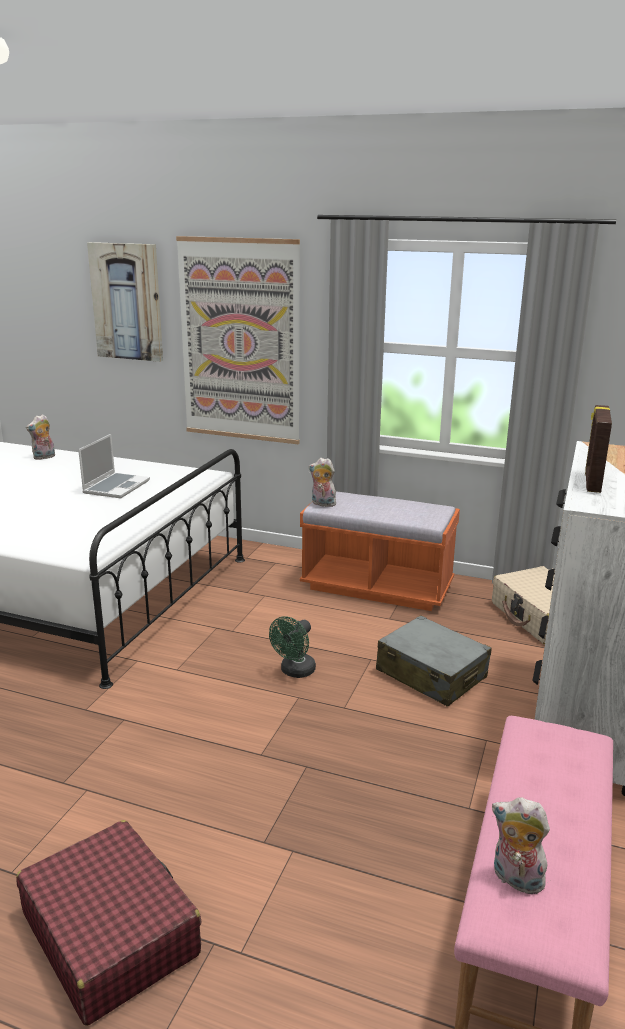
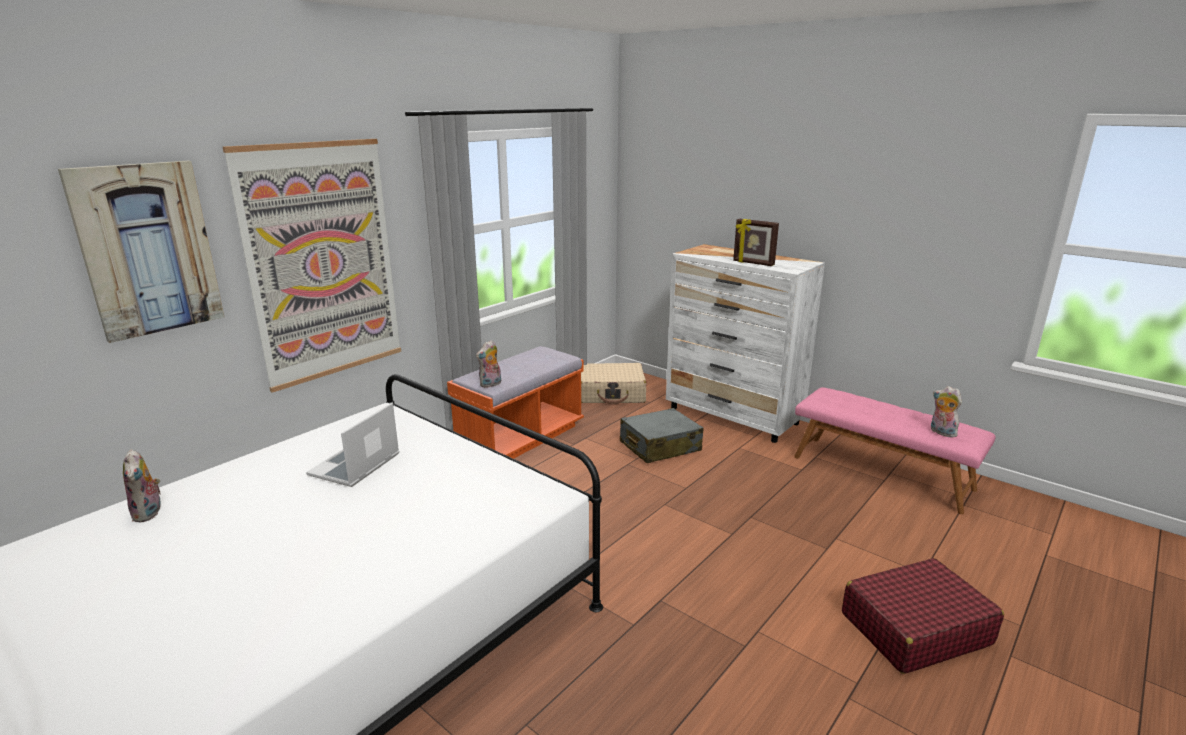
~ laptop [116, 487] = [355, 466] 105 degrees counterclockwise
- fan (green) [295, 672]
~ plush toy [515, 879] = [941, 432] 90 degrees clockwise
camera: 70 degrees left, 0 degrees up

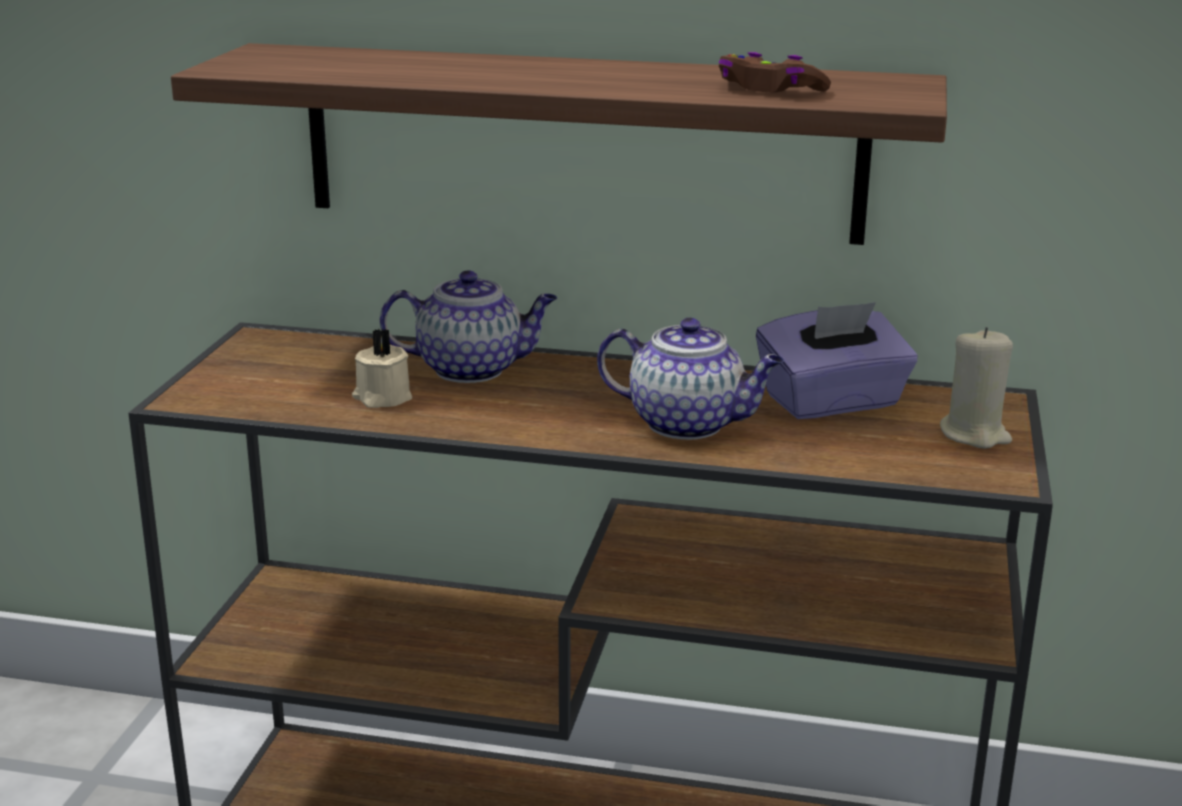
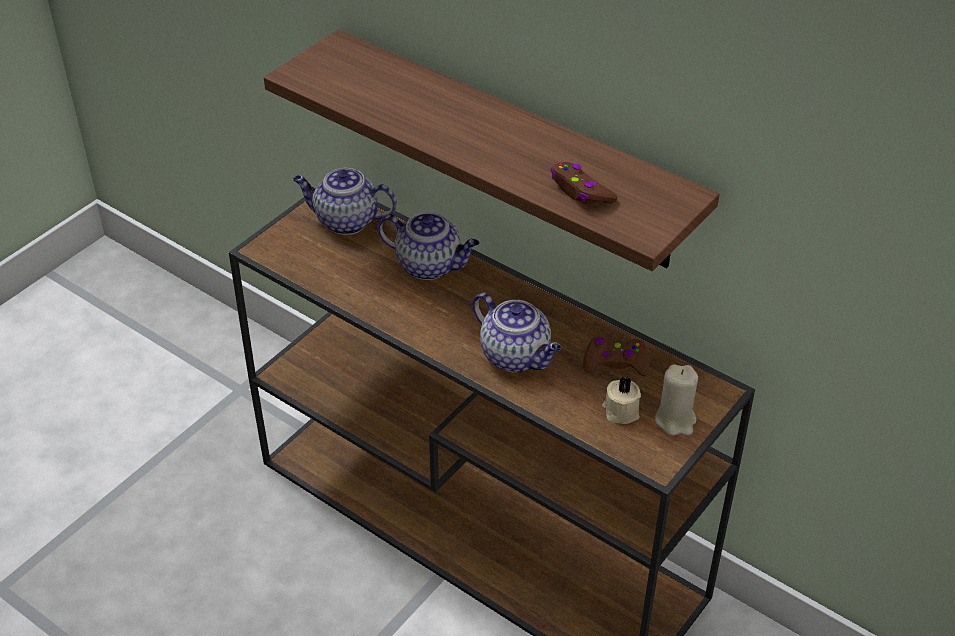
~ candle (beige) [381, 398] to [620, 411]
~ tissue box (purple) [832, 402] to game controller (brown) [615, 363]
+ teapot [345, 221]
camera: 25 degrees right, 20 degrees up

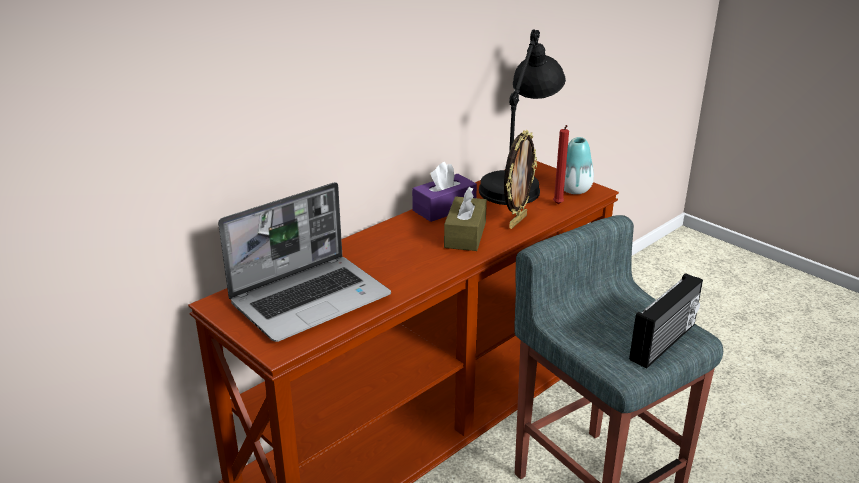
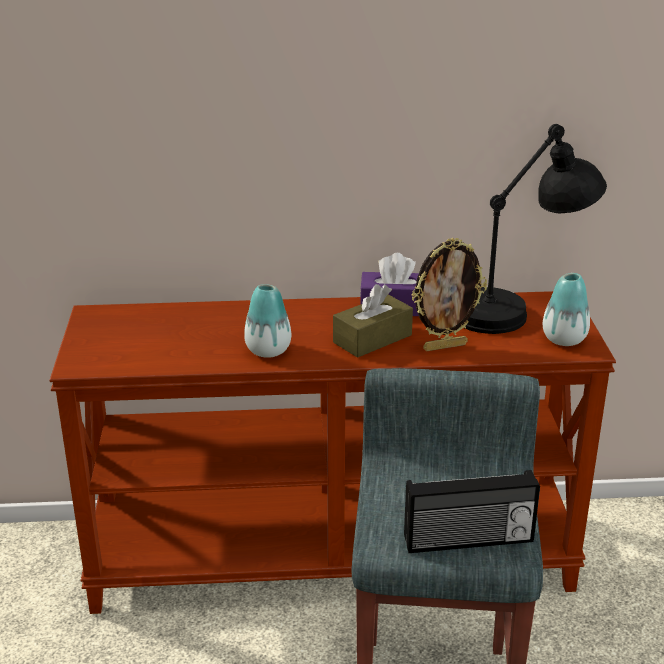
- laptop [311, 299]
- candle (red) [558, 205]
+ vase [268, 350]
camera: 40 degrees right, 0 degrees up

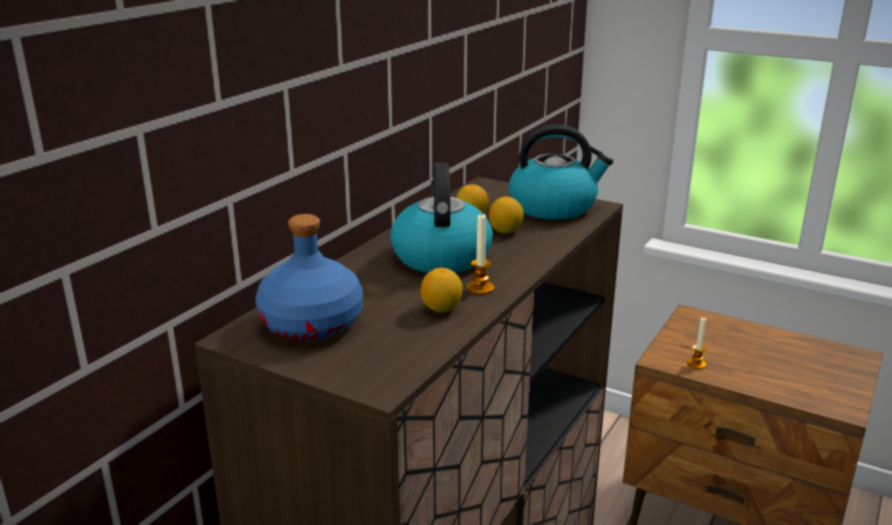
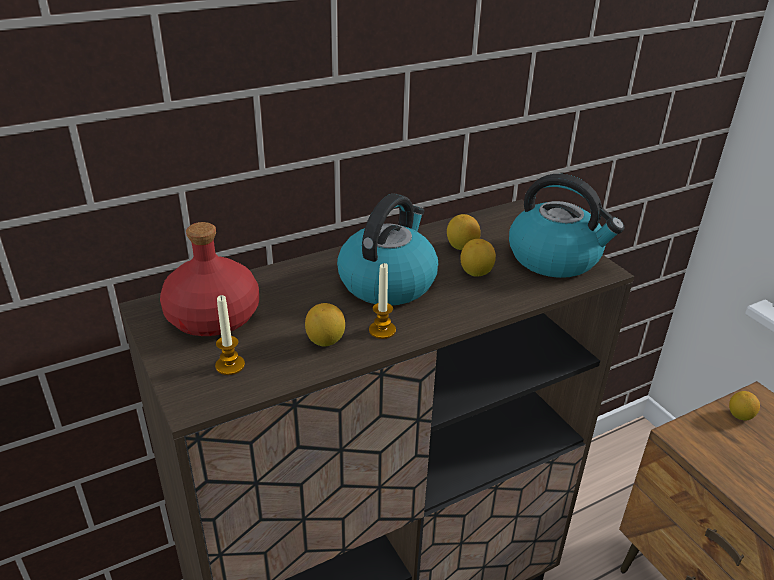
~ bottle (blue) [311, 324] to bottle (red) [212, 317]
~ candle [696, 364] to [230, 365]
+ lemon [740, 416]
camera: 30 degrees right, 10 degrees up

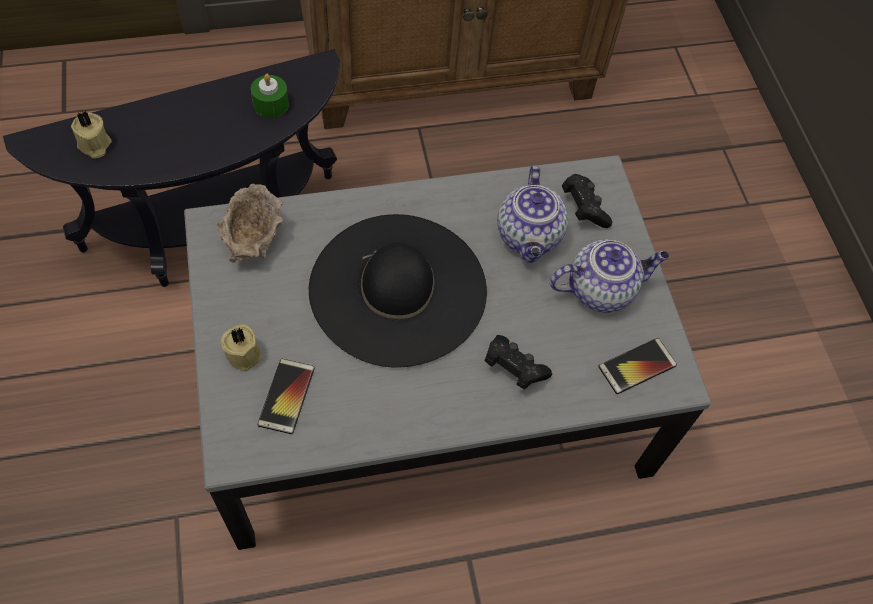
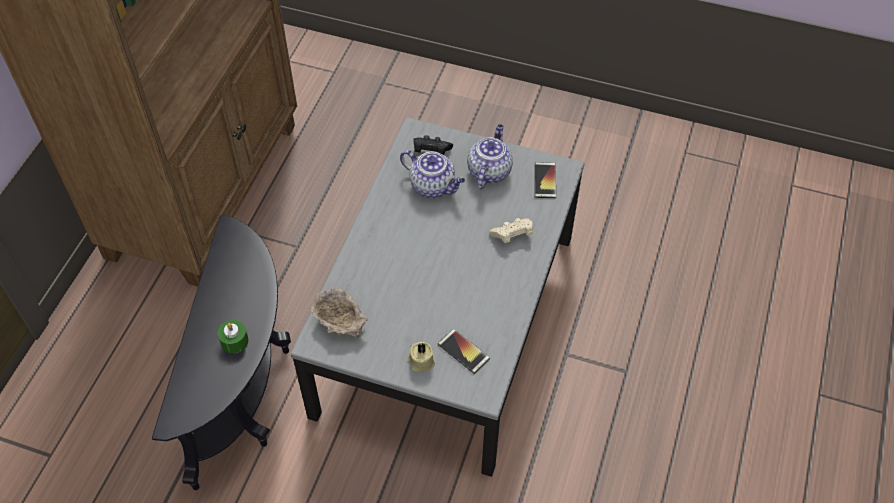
- candle (beige) [94, 145]
~ candle (green) [271, 104] to [234, 341]
- hat (black) [398, 289]
~ game controller (black) [513, 368] to game controller (beige) [512, 235]
camera: 55 degrees left, 5 degrees down

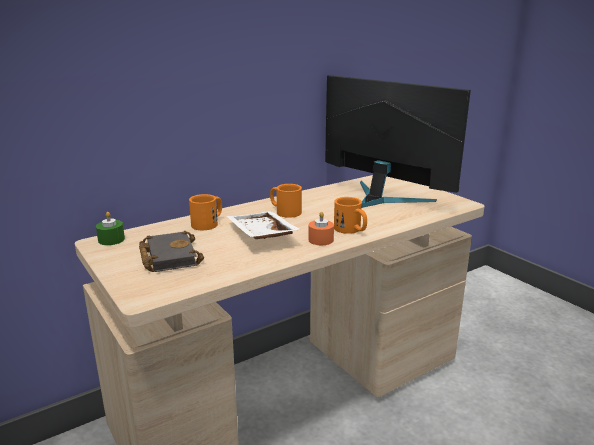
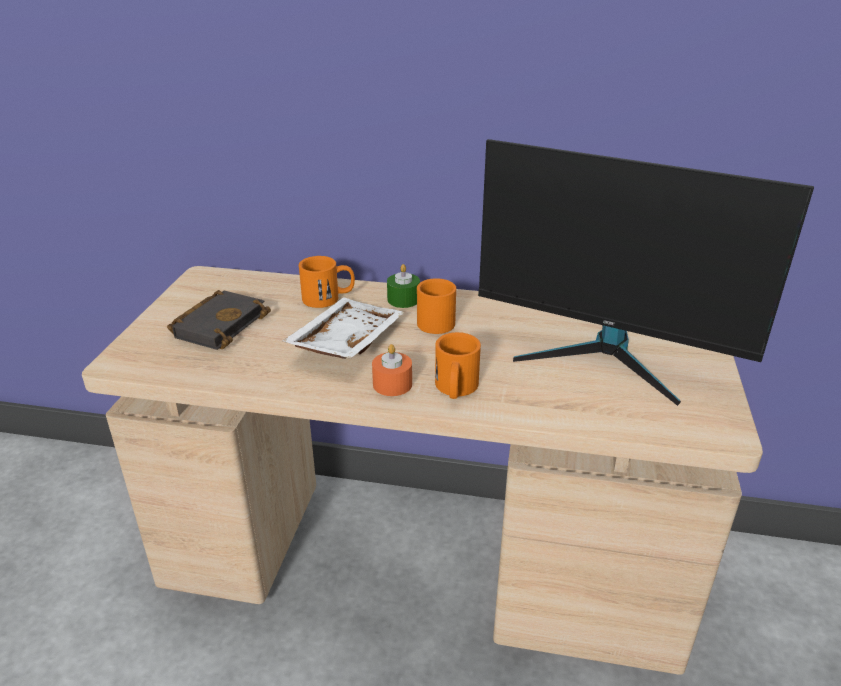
~ candle (green) [111, 240] to [403, 299]
~ monitor [381, 197] = [607, 356] 120 degrees clockwise
camera: 45 degrees right, 10 degrees up

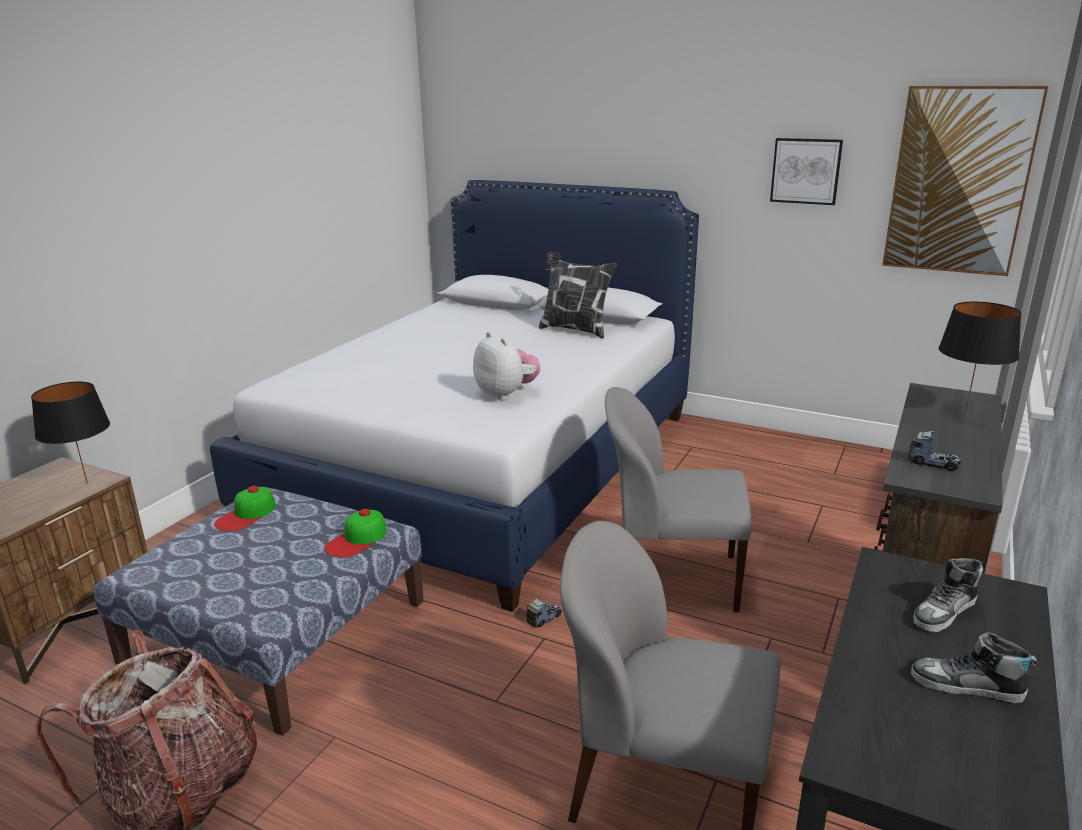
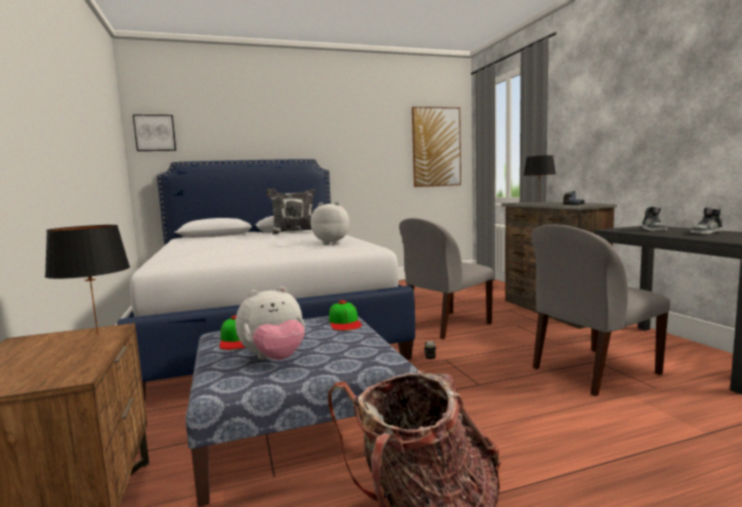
~ picture [806, 171] to [155, 133]
+ plush toy [274, 359]
camera: 45 degrees left, 15 degrees down

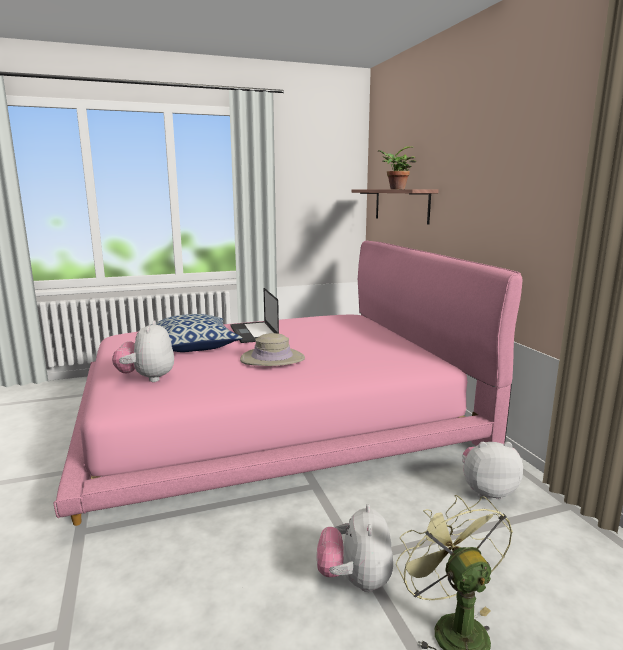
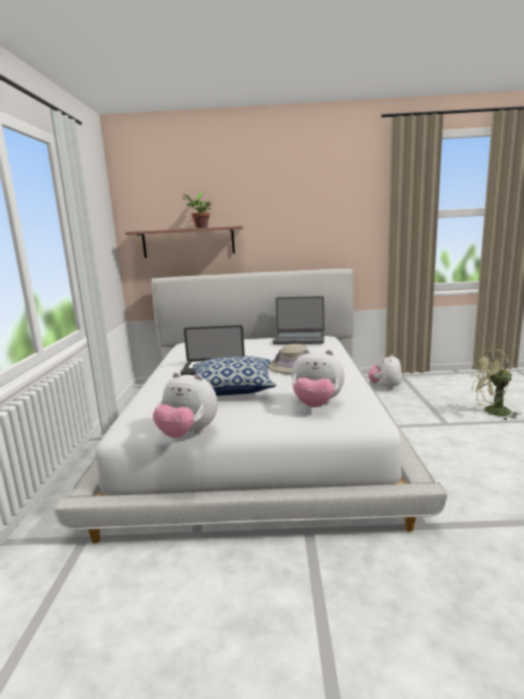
~ bed (pink) [273, 417] to bed (white) [256, 432]
~ plush toy [355, 580] to [188, 434]
+ laptop [299, 339]
camera: 70 degrees left, 0 degrees up

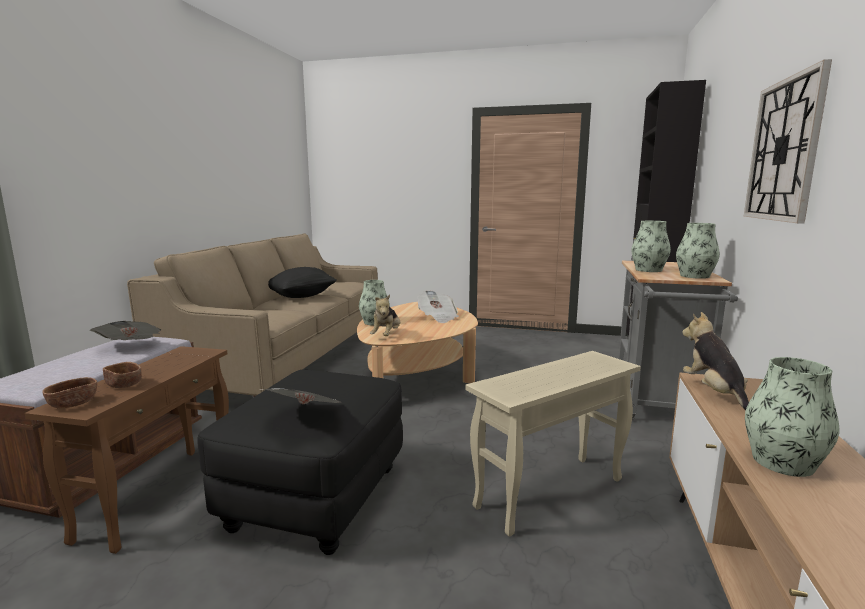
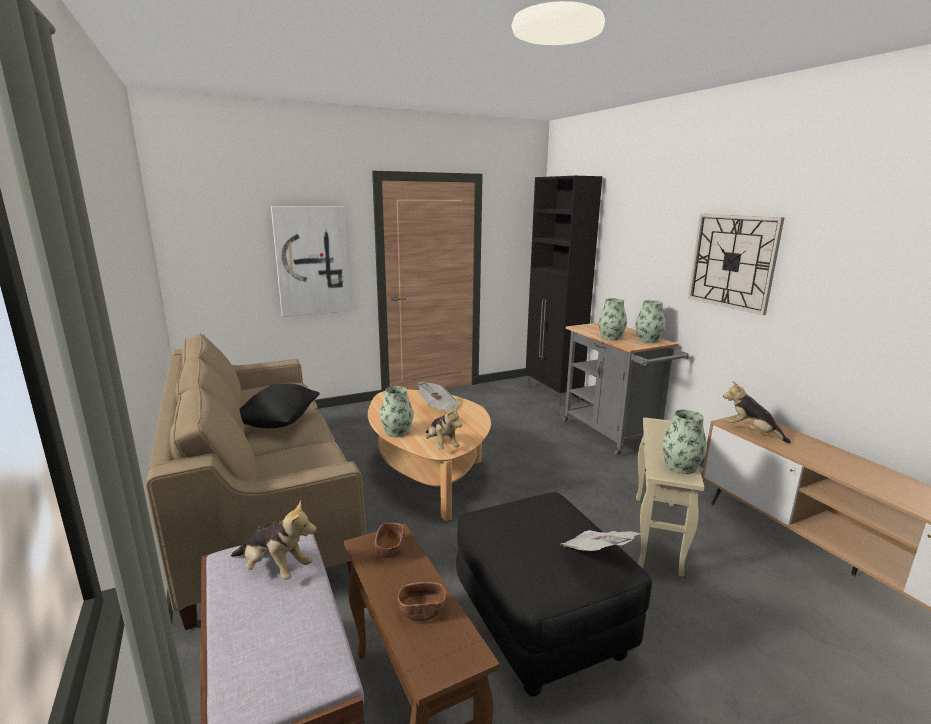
~ bowl (brown) [73, 403] to [390, 550]
~ newspaper [131, 347] to plush toy [275, 568]
~ vase [782, 462] to [680, 466]
+ picture [312, 261]
camera: 40 degrees left, 5 degrees up

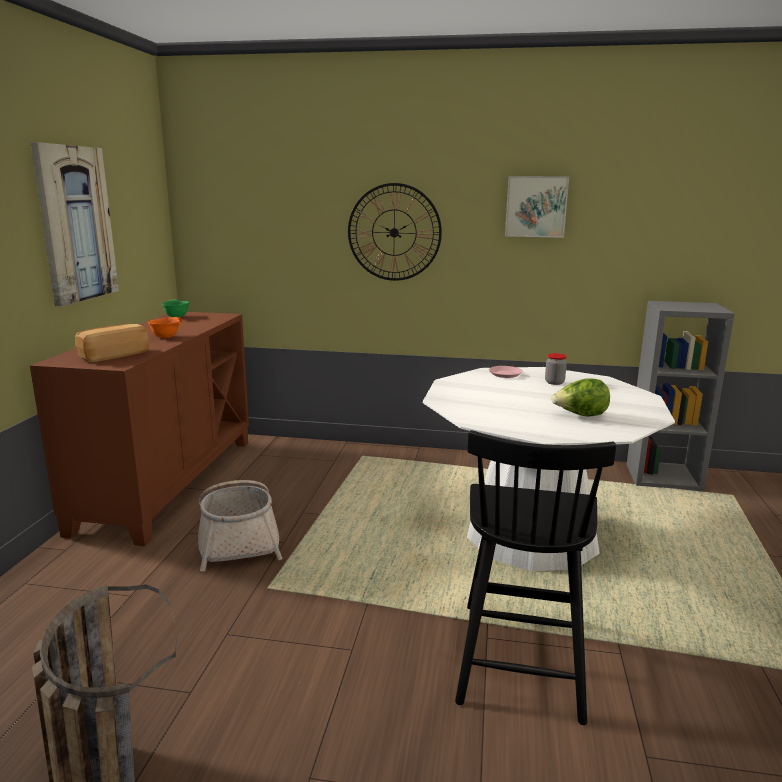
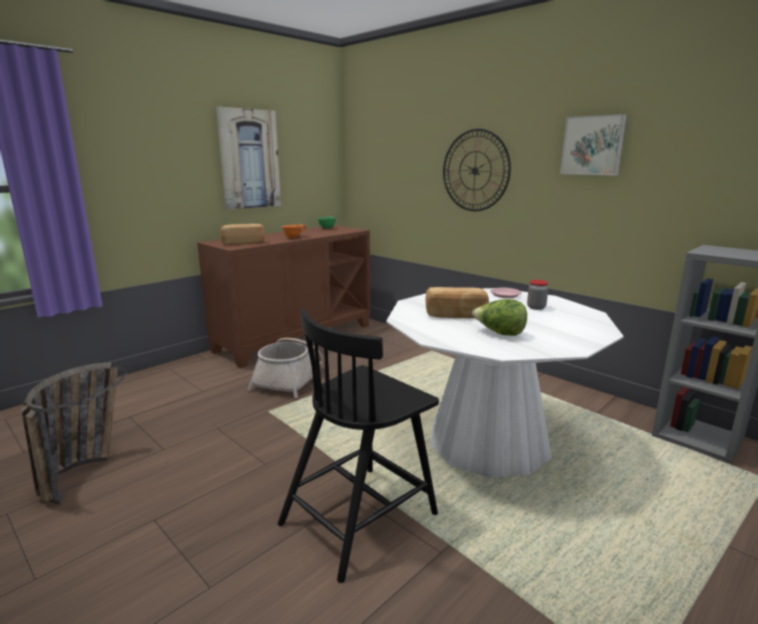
+ bread [456, 315]
camera: 35 degrees right, 0 degrees up

